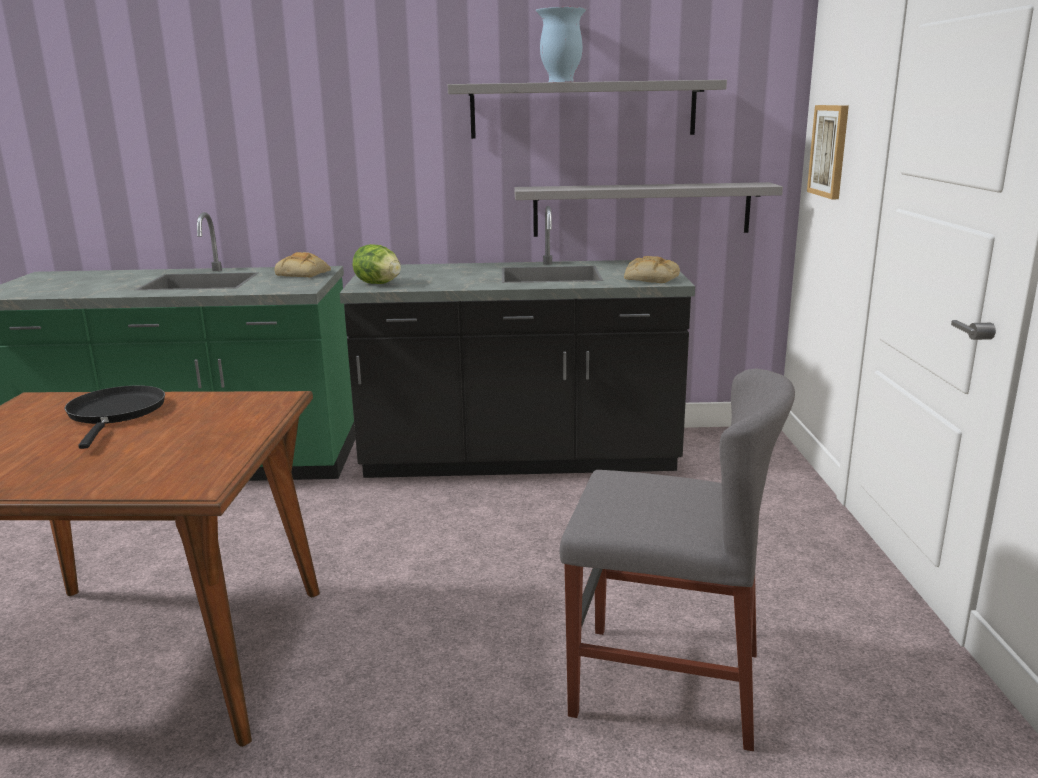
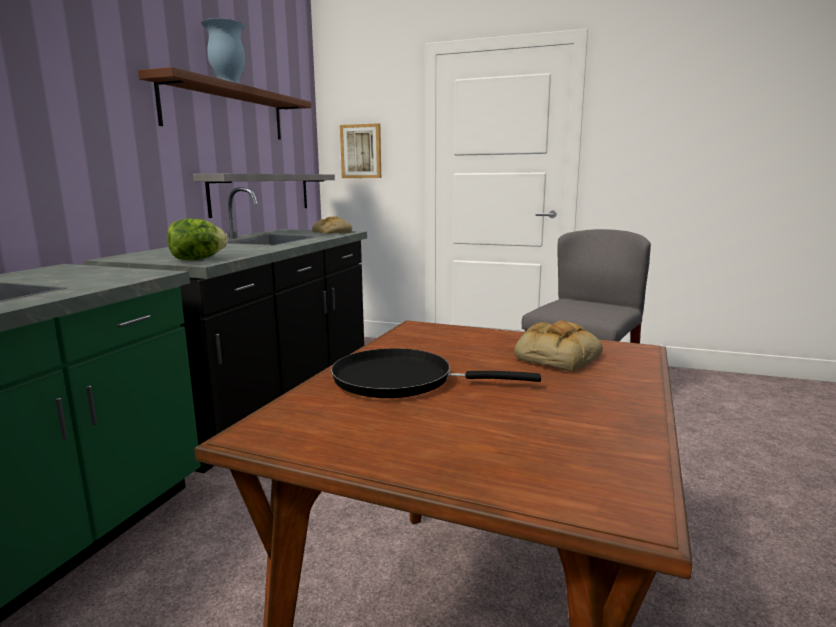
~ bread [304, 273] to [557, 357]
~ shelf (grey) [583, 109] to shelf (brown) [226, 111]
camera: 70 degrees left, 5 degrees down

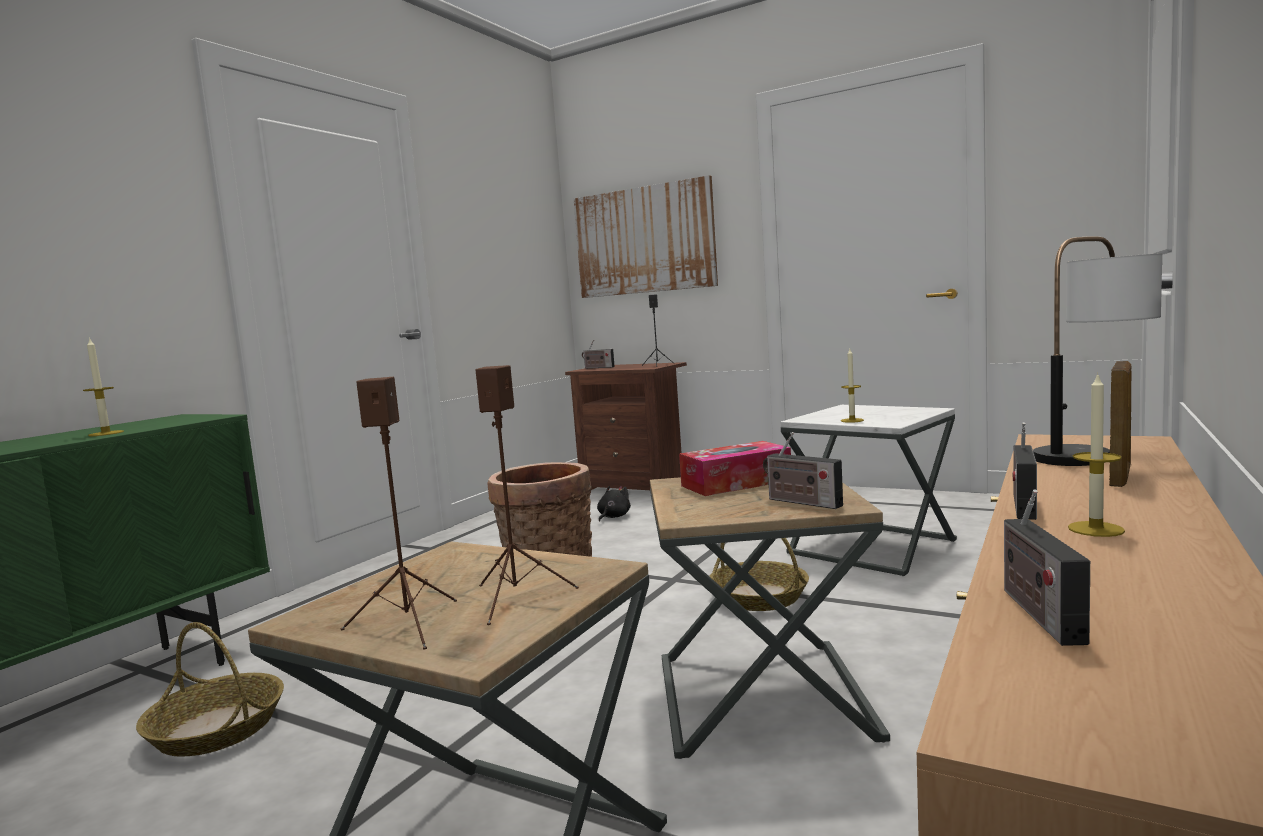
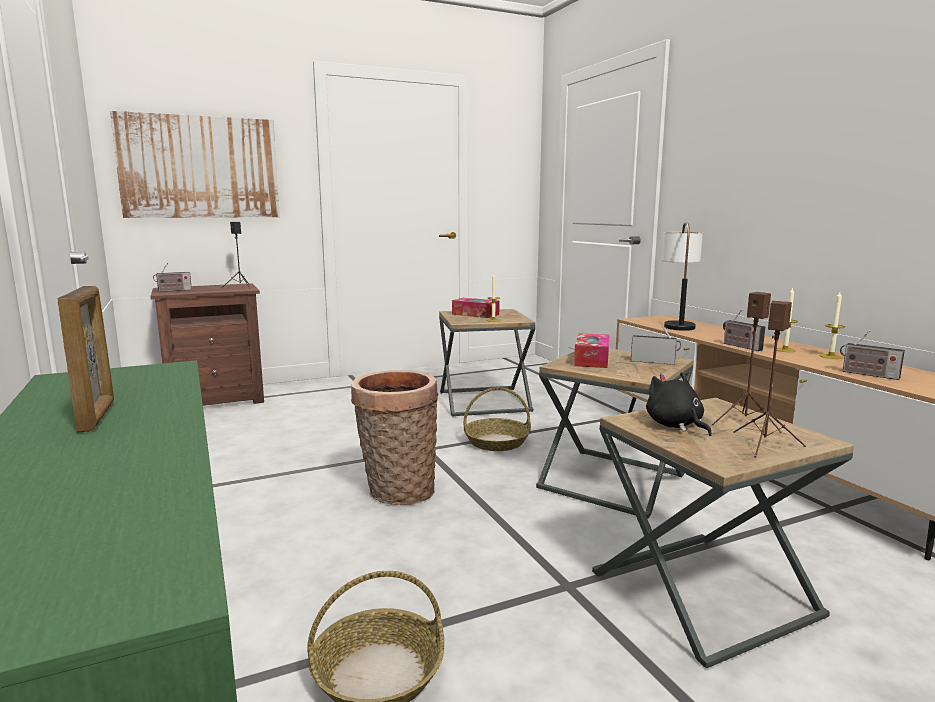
~ candle [106, 433] to [831, 356]
~ plush toy (black) [613, 517] to [675, 425]
~ radio [800, 502] = [655, 362] 150 degrees counterclockwise
~ side table (white) [872, 547] to side table (brown) [484, 402]
~ picture frame [1120, 477] to [97, 416]
+ tissue box [475, 314]
camera: 55 degrees left, 5 degrees up

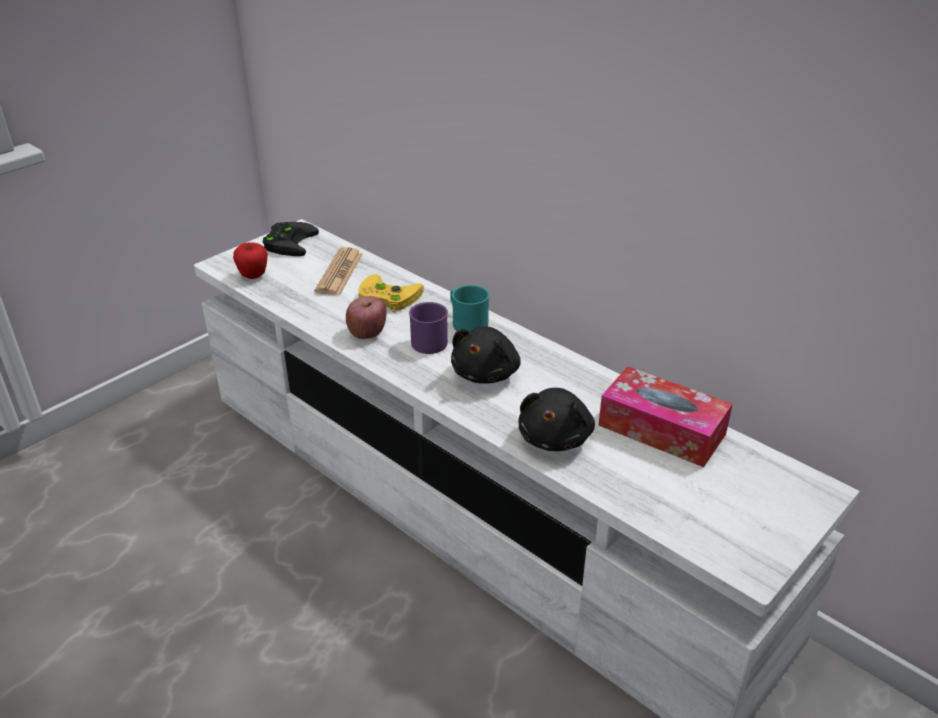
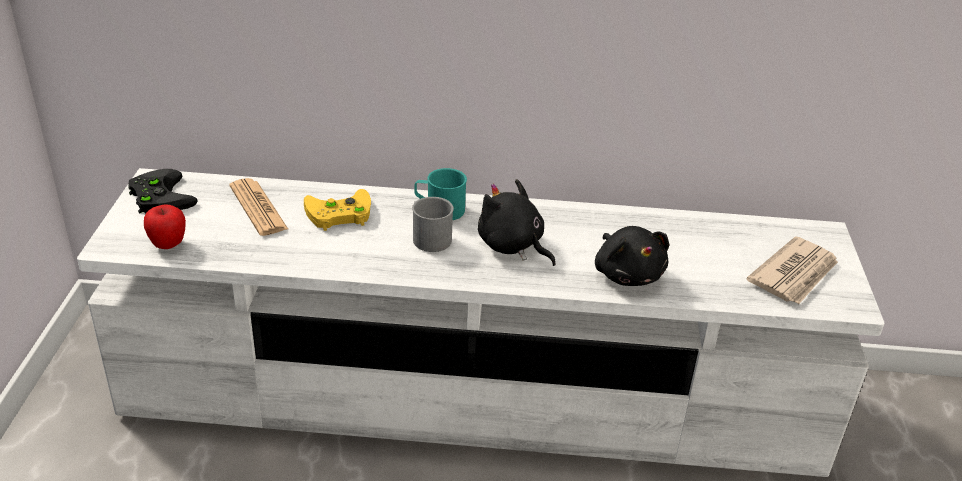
- apple [367, 333]
~ mug (purple) [430, 340] to mug (grey) [429, 237]
~ plush toy (black) [487, 373] = [512, 246] 150 degrees clockwise
- tissue box [661, 429]
+ newspaper [795, 274]
camera: 40 degrees left, 0 degrees up

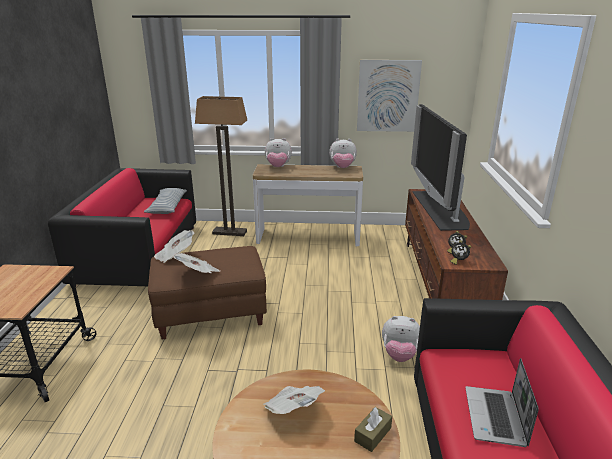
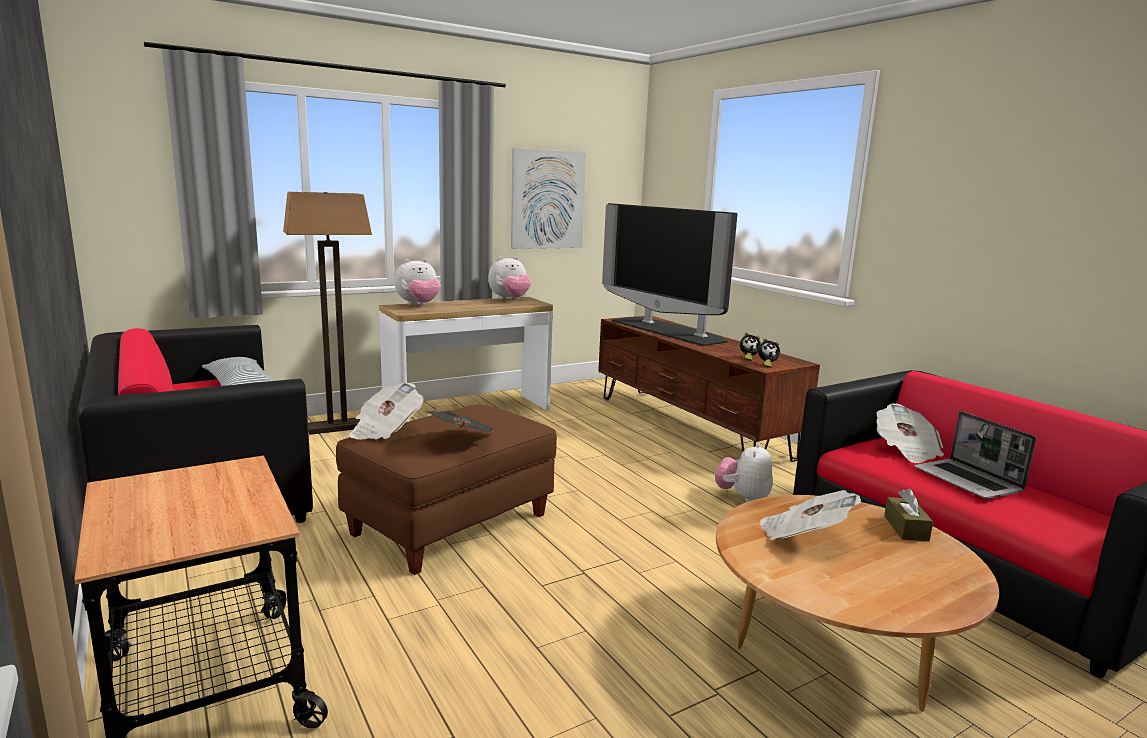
~ plush toy [399, 355] = [742, 497] 135 degrees clockwise
+ newspaper [906, 450]
camera: 35 degrees left, 10 degrees down

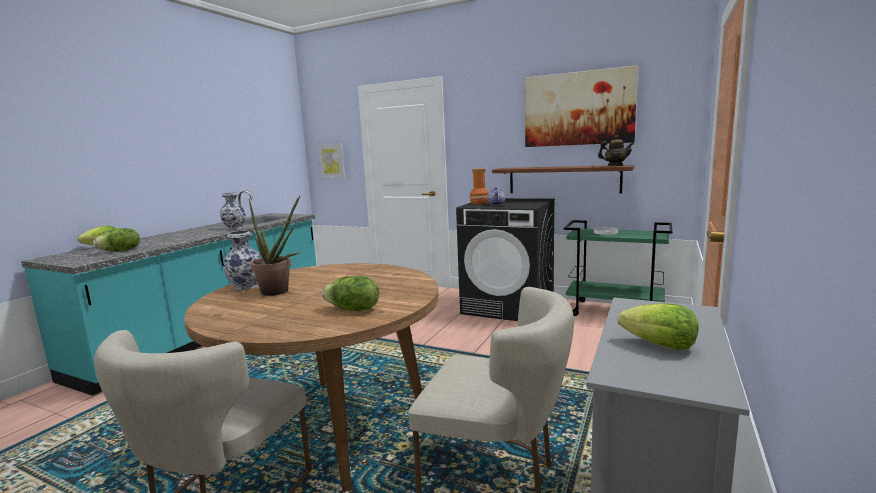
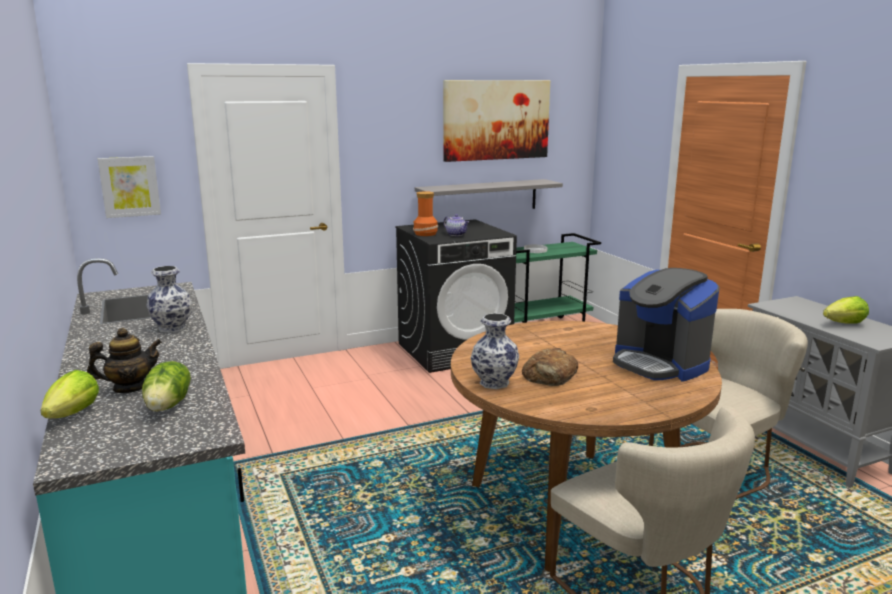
~ potted plant [279, 292] to bread [550, 375]
~ lettuce [353, 309] to coffee machine [659, 363]
~ shelf (brown) [563, 180] to shelf (grey) [482, 197]
~ teapot [615, 166] to [130, 388]
camera: 50 degrees left, 5 degrees up

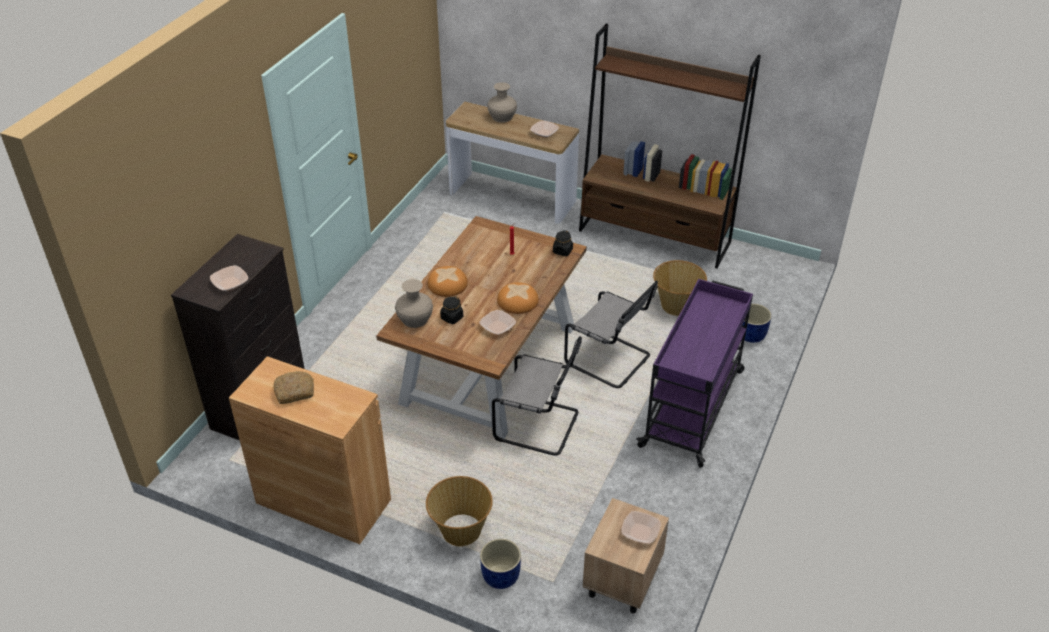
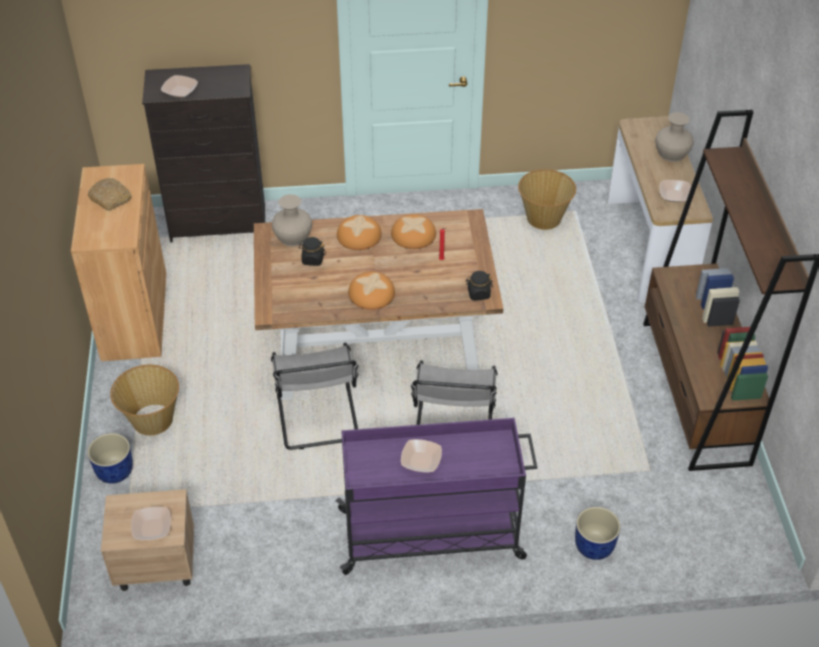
~ bowl [497, 327] to [421, 461]
~ basket [676, 305] to [544, 218]
+ bread [414, 235]
camera: 60 degrees right, 5 degrees up

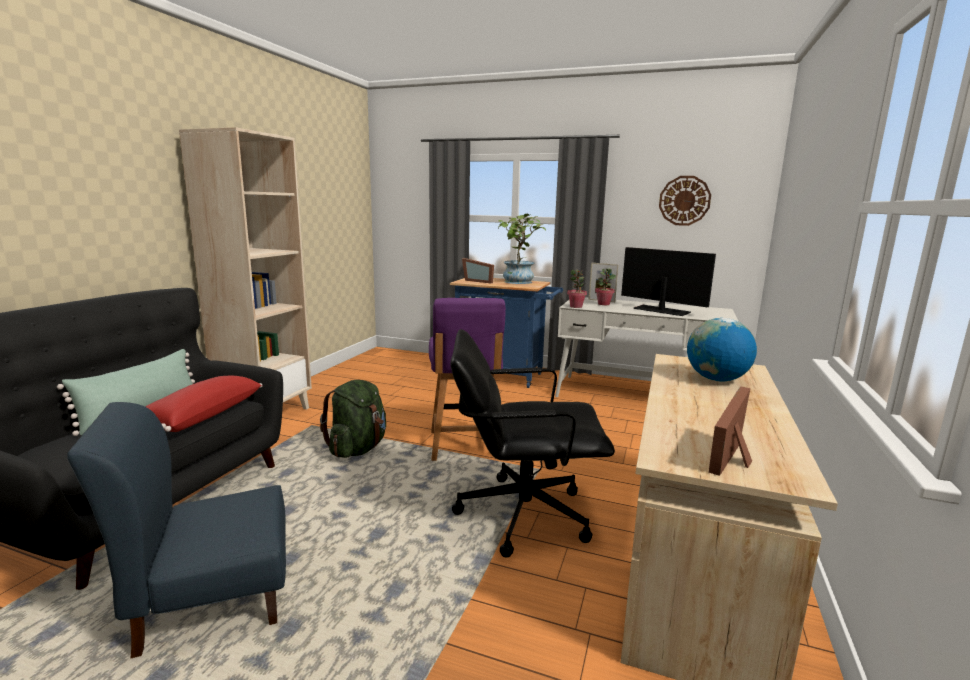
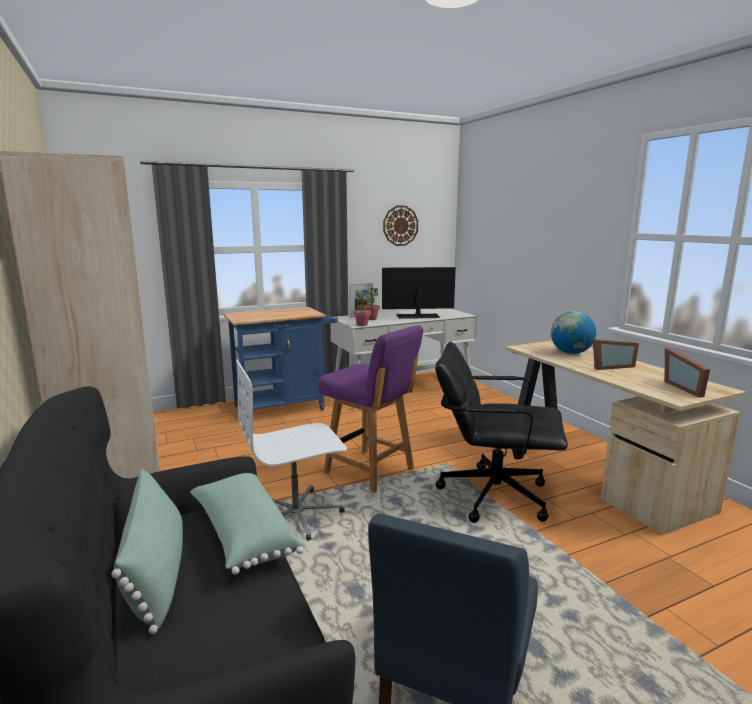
~ pillow (red) [201, 416] to pillow (green) [243, 535]
~ backpack (green) [358, 449] to office chair (white) [296, 515]
~ office chair (black) [522, 513] = [493, 494] 60 degrees clockwise
~ picture frame [479, 281] to [609, 366]
- potted plant [518, 282]
camera: 45 degrees left, 0 degrees up

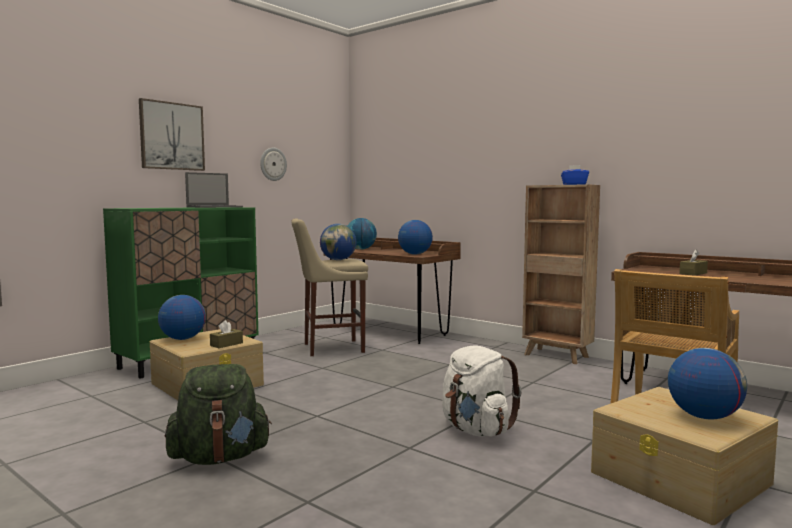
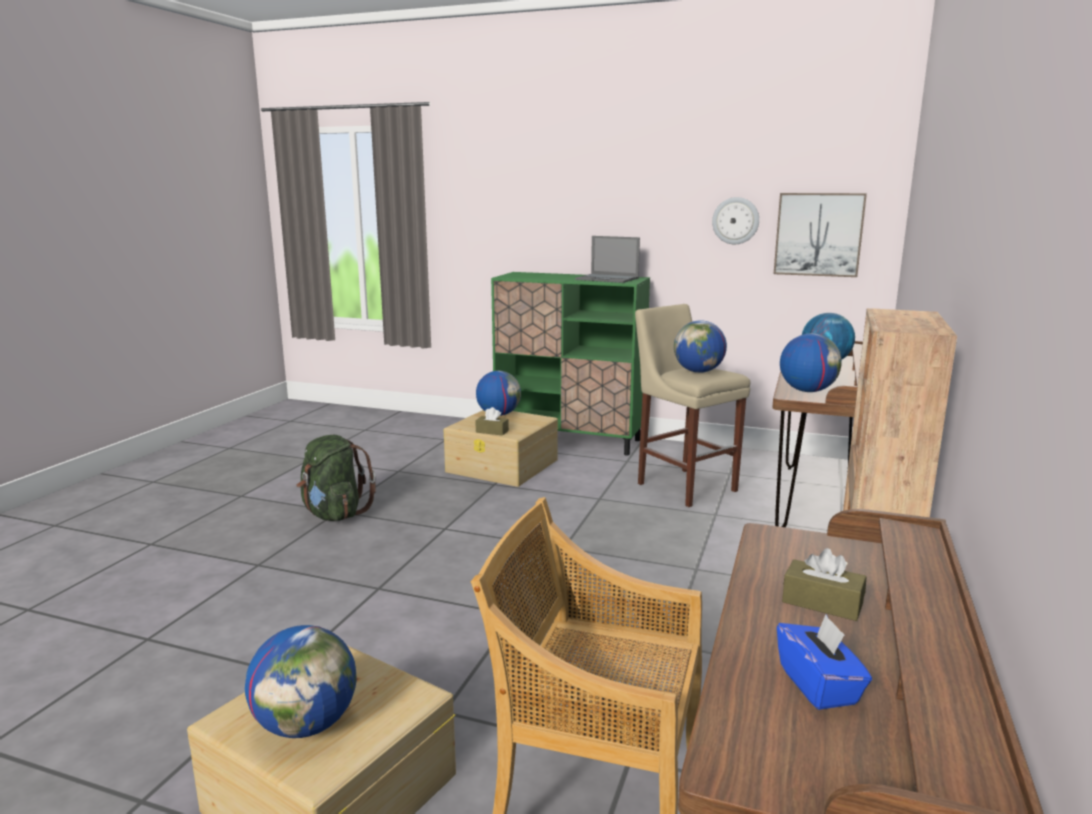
~ picture [172, 136] to [818, 234]
- backpack (white) [476, 430]
~ tissue box (blue) [574, 184] to [819, 685]
camera: 70 degrees right, 10 degrees up

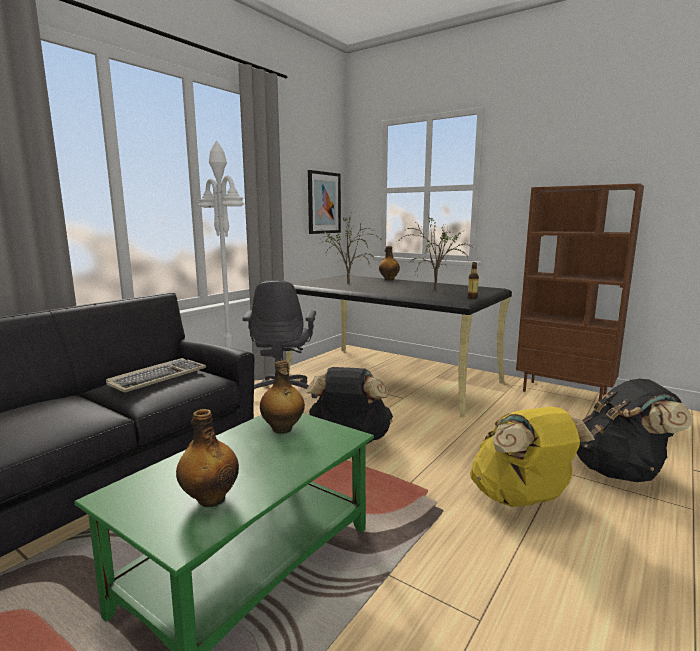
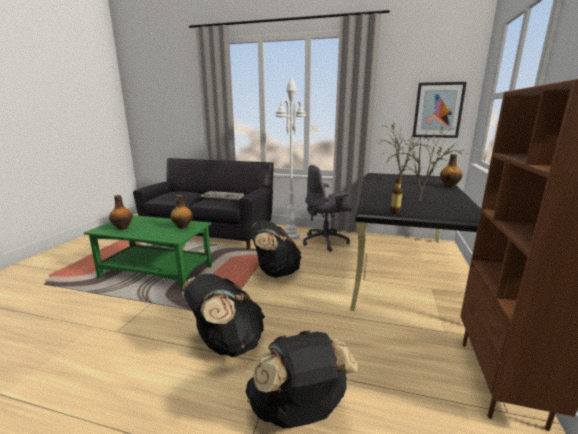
~ backpack (yellow) [521, 499] to backpack (black) [227, 344]
camera: 70 degrees right, 5 degrees up

